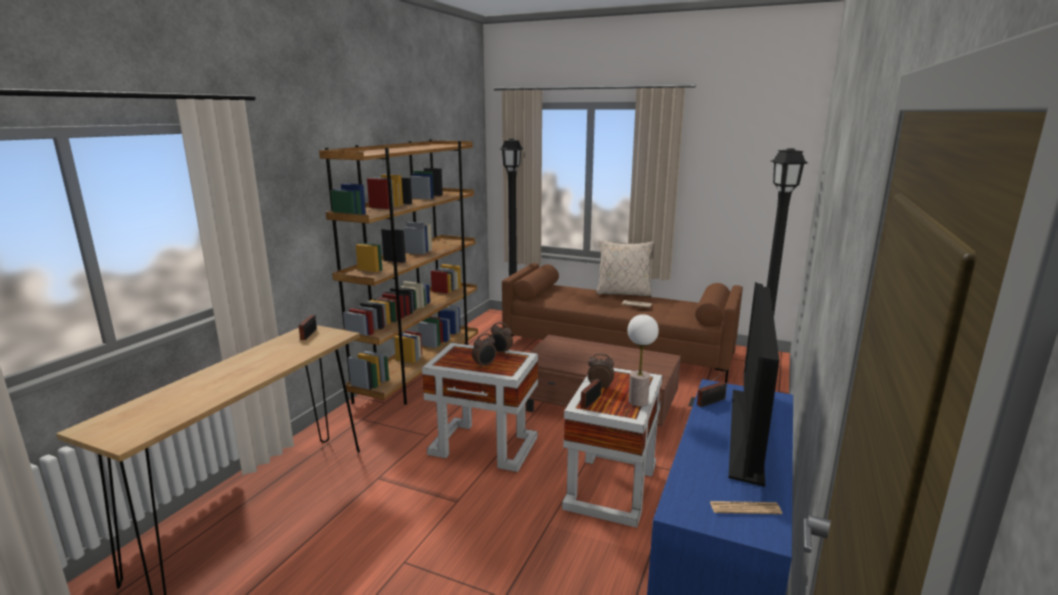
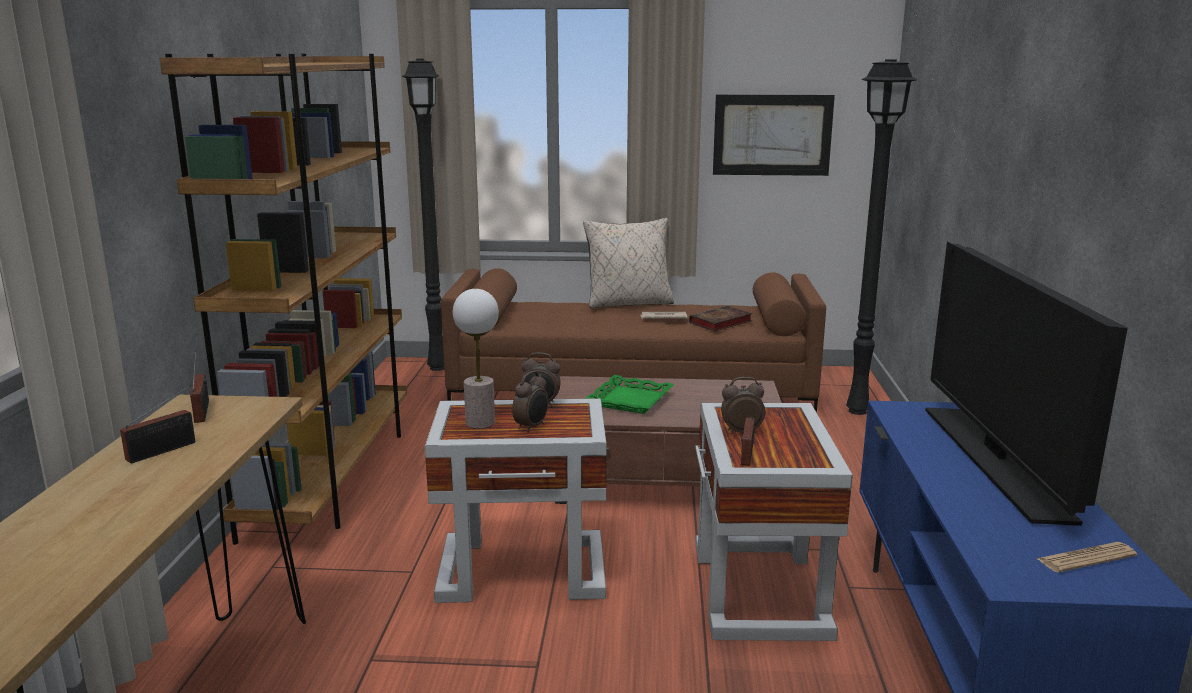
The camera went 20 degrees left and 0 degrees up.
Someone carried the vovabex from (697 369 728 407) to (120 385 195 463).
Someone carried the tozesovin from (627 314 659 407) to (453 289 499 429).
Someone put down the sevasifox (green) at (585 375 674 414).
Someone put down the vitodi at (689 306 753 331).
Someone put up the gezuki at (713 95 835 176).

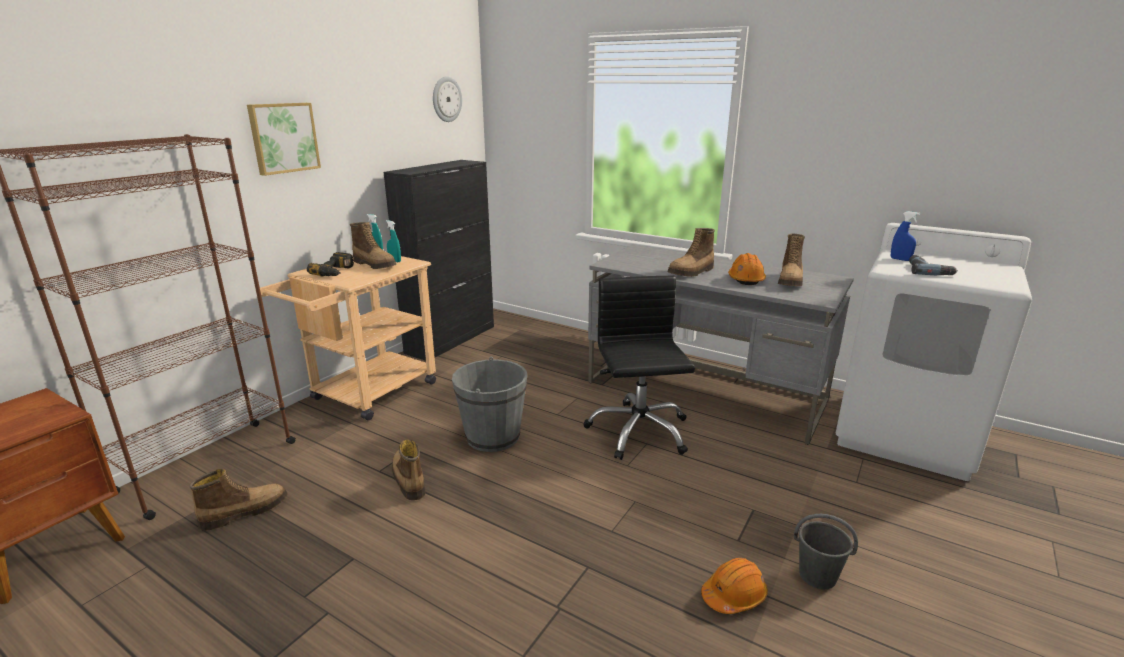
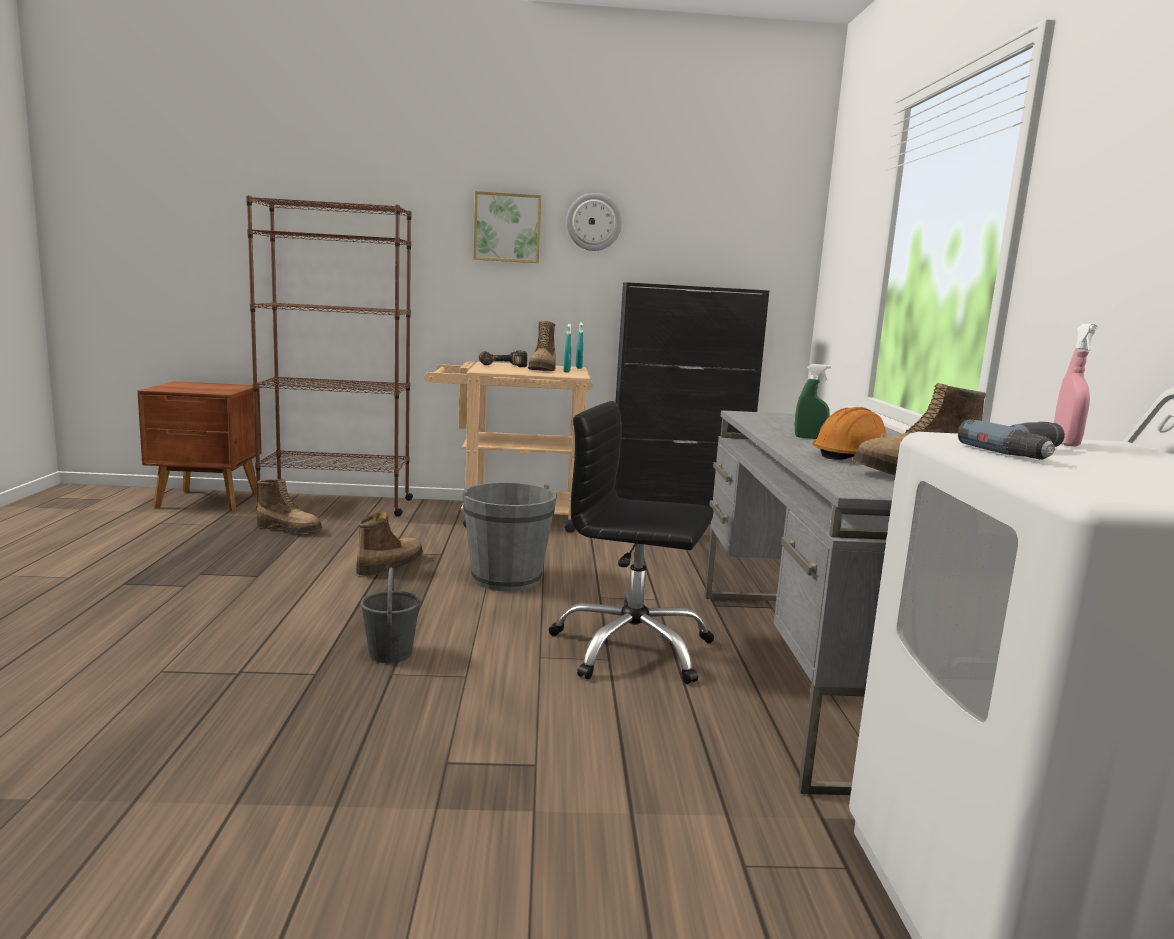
The camera went 55 degrees right and 10 degrees down.
Someone carried the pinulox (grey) from (794 514 858 589) to (361 568 421 663).
Someone rotated the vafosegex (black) at (584 276 695 460) by 120 degrees counterclockwise.
Someone carried the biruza from (433 76 462 122) to (566 193 622 251).
Someone swapped the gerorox at (667 228 715 277) for the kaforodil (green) at (795 364 831 439).
Someone repainted the kaforodil (blue) at (891 211 920 261), which became the kaforodil (pink) at (1054 324 1098 447).
Someone took away the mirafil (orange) at (701 558 768 614).

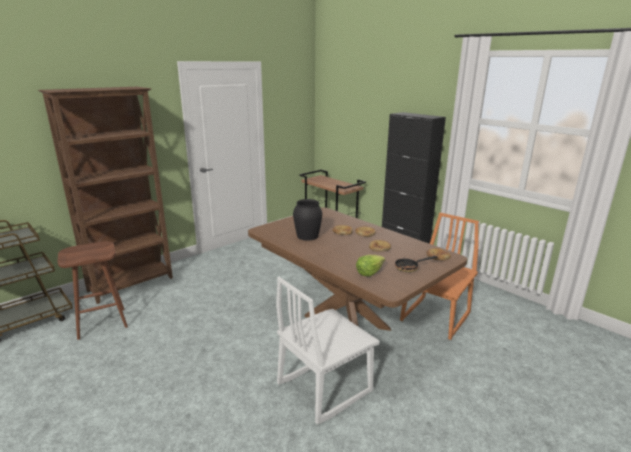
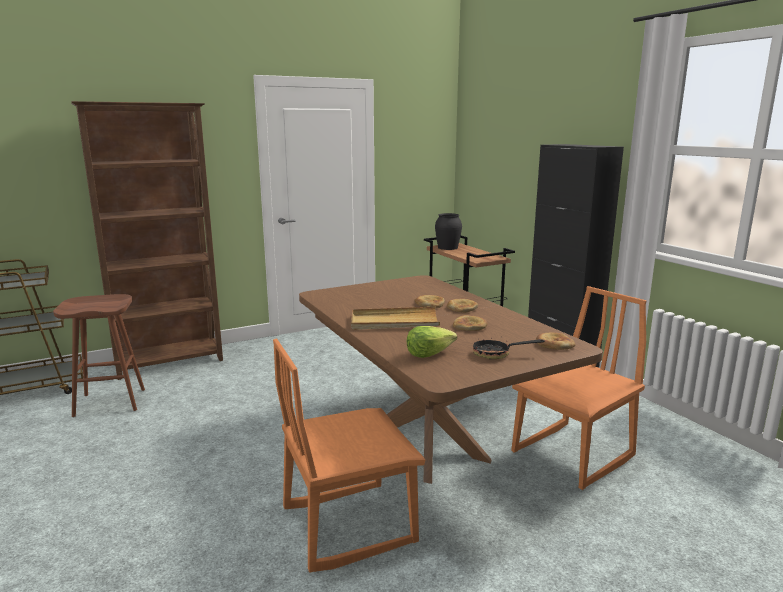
The camera went 15 degrees right and 5 degrees down.
Someone repainted the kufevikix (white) at (276 277 380 425), which became the kufevikix (orange) at (273 339 425 573).
Someone put down the sevasifox (beige) at (351 307 440 330).
Someone carried the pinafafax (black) from (293 199 322 241) to (435 213 462 250).

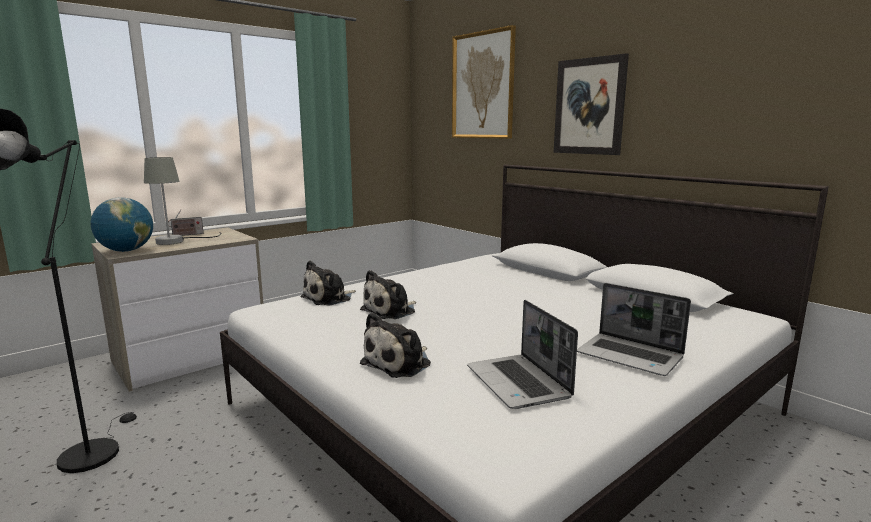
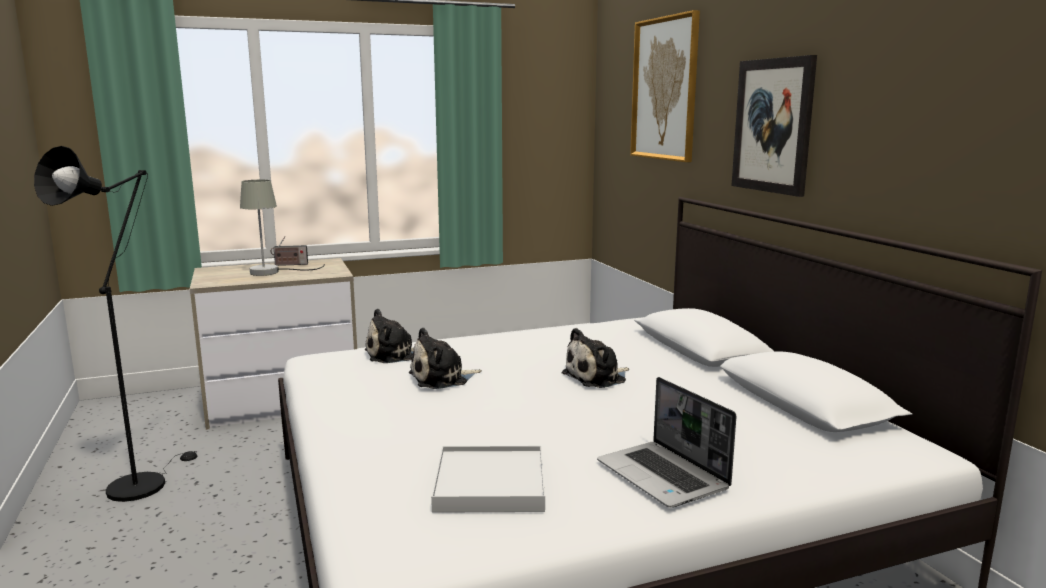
The camera went 20 degrees right and 0 degrees up.
Someone swapped the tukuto at (467 300 578 409) for the sevasifox (white) at (431 446 545 513).
Someone carried the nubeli from (360 312 431 378) to (562 328 629 388).
Someone took away the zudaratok at (91 197 153 252).

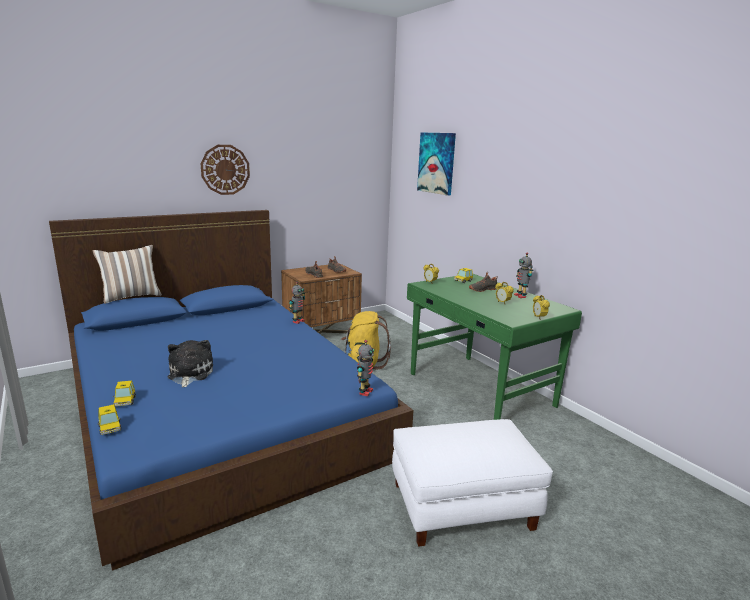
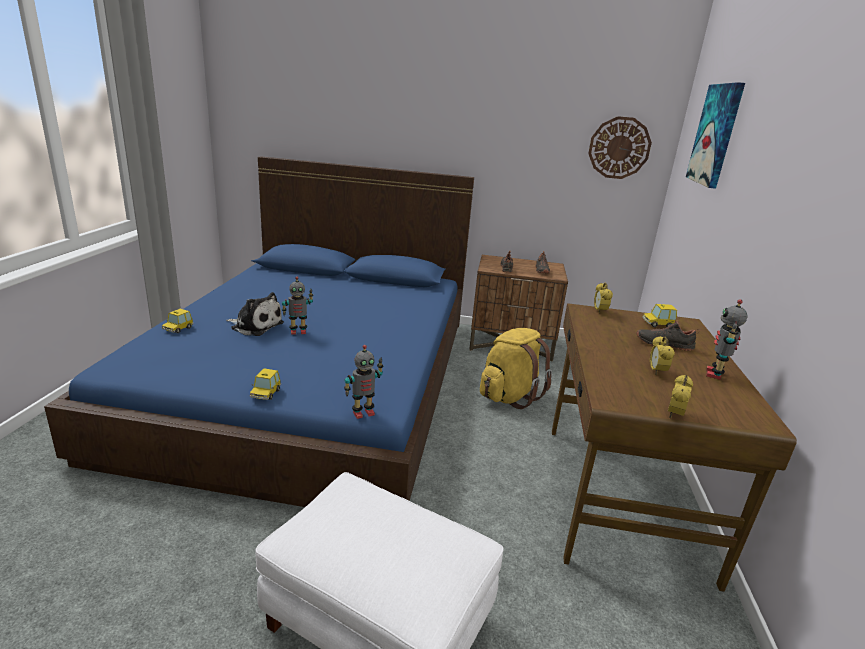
The camera went 40 degrees right and 5 degrees up.
Someone rotated the nubeli at (168 340 213 387) by 75 degrees clockwise.
Someone carried the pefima from (97 404 121 435) to (250 368 281 400).
Someone carried the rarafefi from (289 282 305 324) to (282 276 313 335).
Someone repainted the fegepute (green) at (407 274 582 420), which became the fegepute (brown) at (552 303 797 592).
Someone carried the biruza from (200 145 250 195) to (588 116 652 179).
Someone took away the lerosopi at (93 245 162 304).

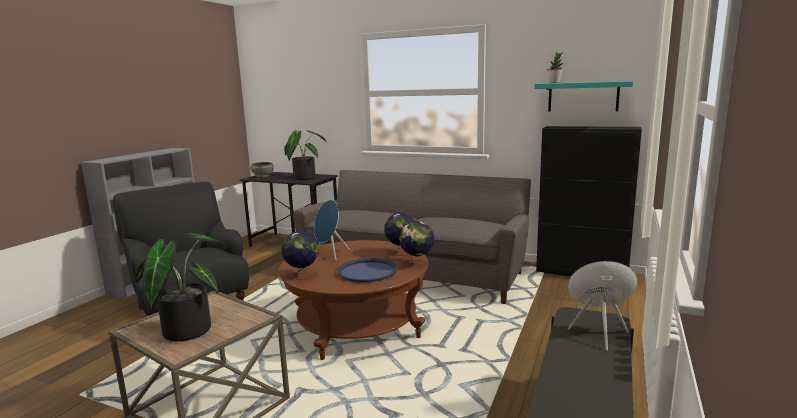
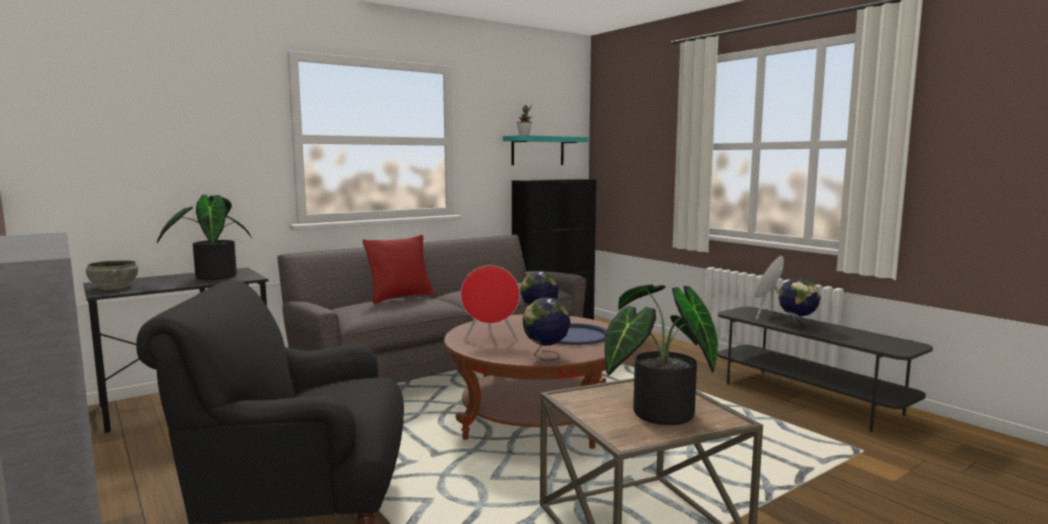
The camera went 60 degrees left and 5 degrees down.
Someone put down the lerosopi (red) at (363 235 434 304).
Someone repainted the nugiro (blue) at (314 200 350 260), which became the nugiro (red) at (461 266 520 341).
Someone carried the zudaratok from (399 221 435 266) to (778 278 820 329).

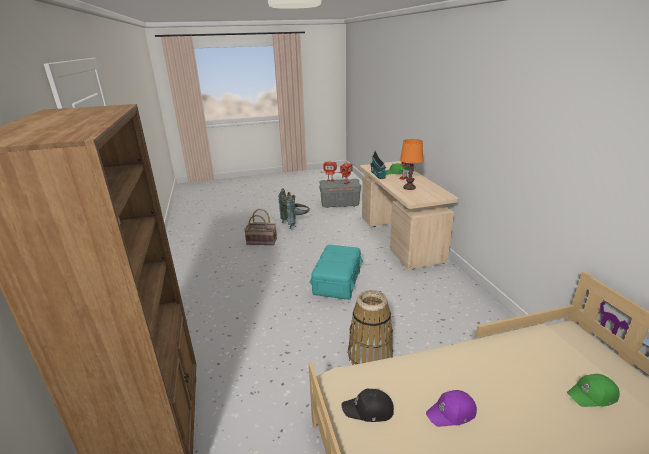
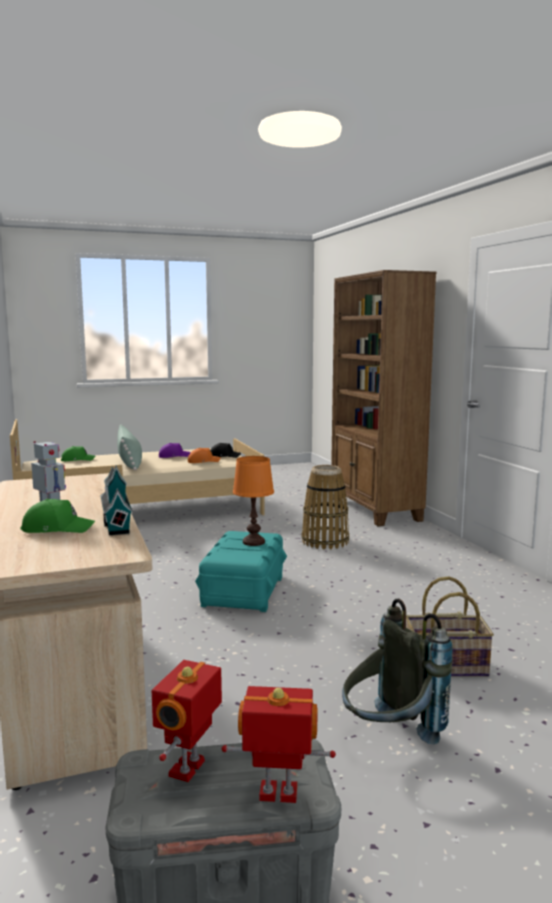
The camera went 175 degrees right and 15 degrees down.
Someone put down the lerosopi (green) at (117 424 142 470).
Someone put down the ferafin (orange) at (188 448 221 463).
Someone carried the tozesovin (orange) from (400 139 424 190) to (233 456 274 546).
Someone carried the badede from (348 290 393 365) to (301 465 349 550).

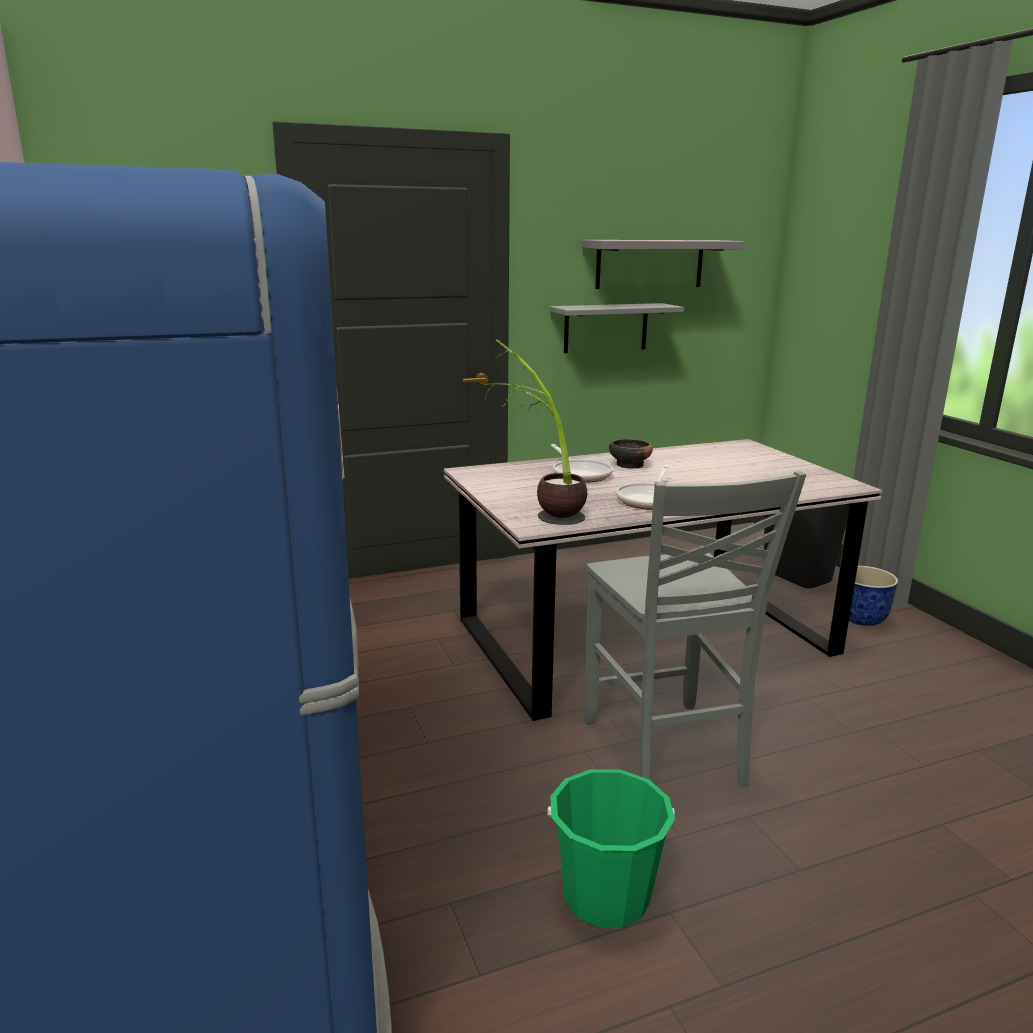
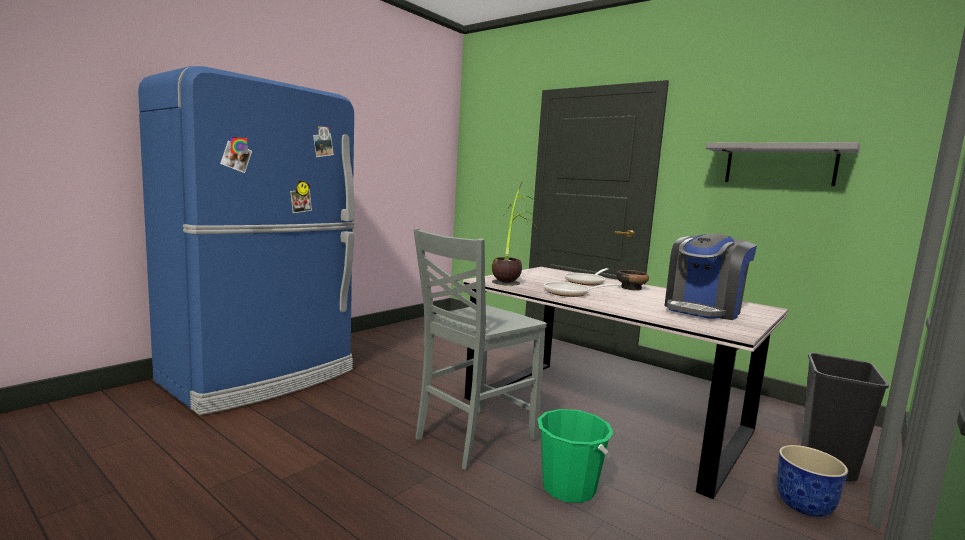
The camera went 60 degrees right and 10 degrees down.
Someone carried the pinulox (green) from (547 769 675 928) to (538 409 614 503).
Someone put down the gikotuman at (665 233 757 320).
Someone took away the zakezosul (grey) at (549 303 684 353).

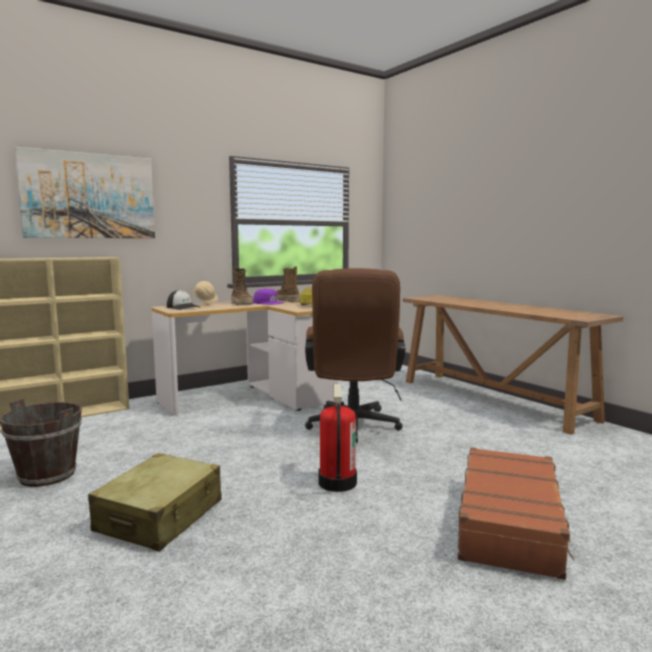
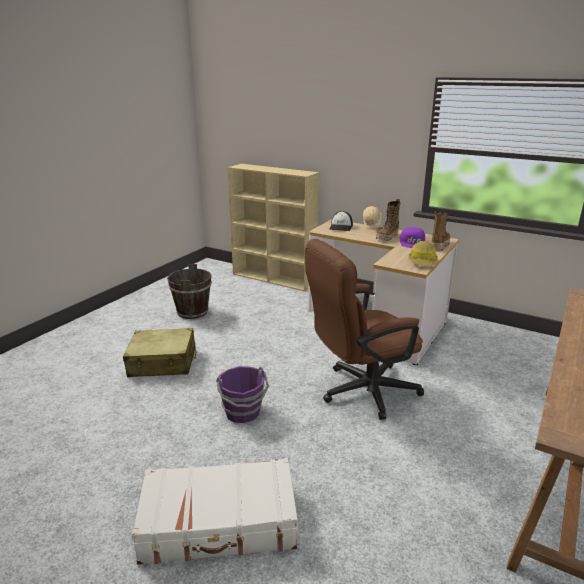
The camera went 65 degrees right and 15 degrees up.
Someone repainted the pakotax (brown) at (458 447 574 580), which became the pakotax (white) at (132 458 298 565).
Someone swapped the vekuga at (318 384 357 492) for the pinulox (purple) at (217 366 269 423).
Someone took away the gezuki at (15 147 155 238).

